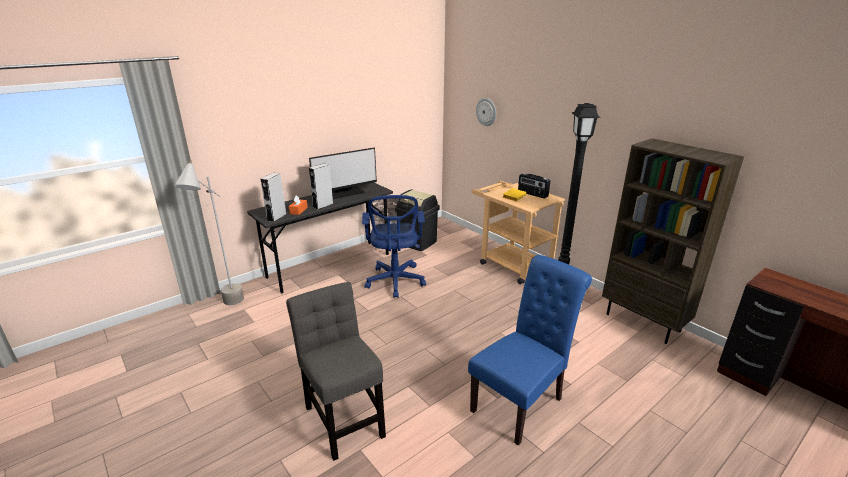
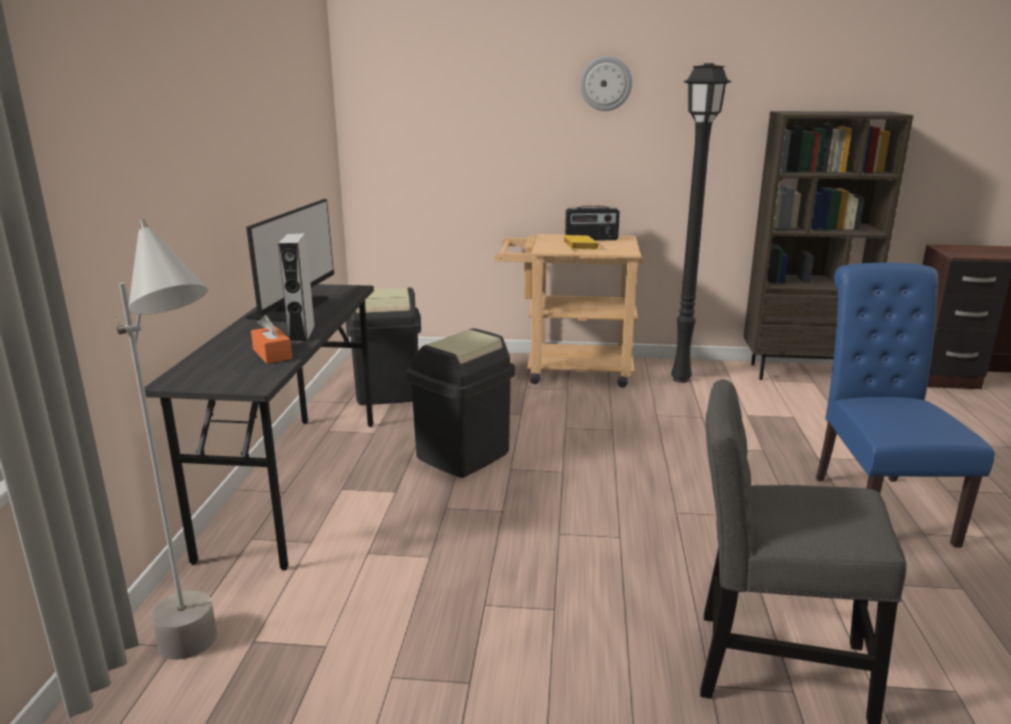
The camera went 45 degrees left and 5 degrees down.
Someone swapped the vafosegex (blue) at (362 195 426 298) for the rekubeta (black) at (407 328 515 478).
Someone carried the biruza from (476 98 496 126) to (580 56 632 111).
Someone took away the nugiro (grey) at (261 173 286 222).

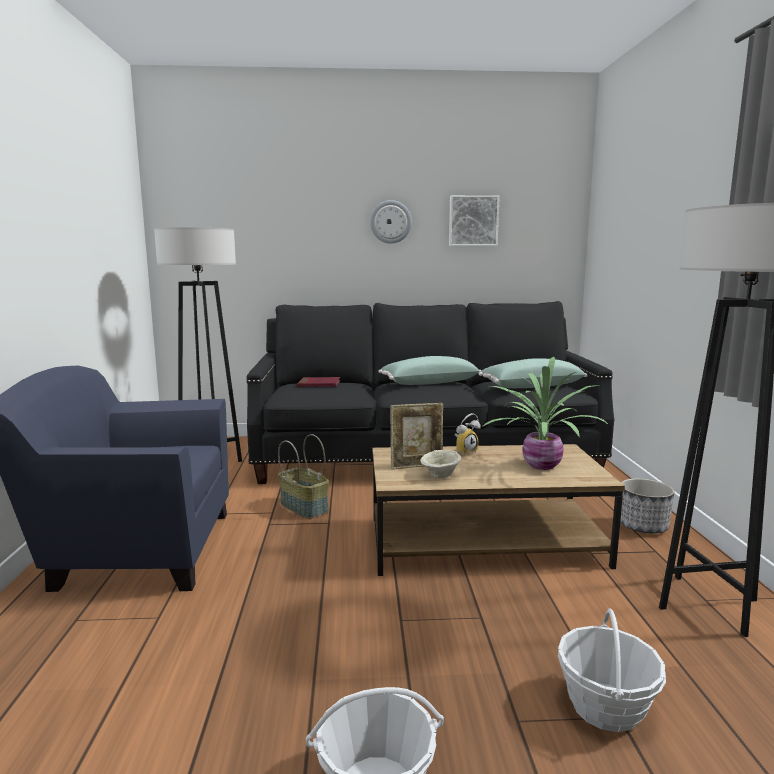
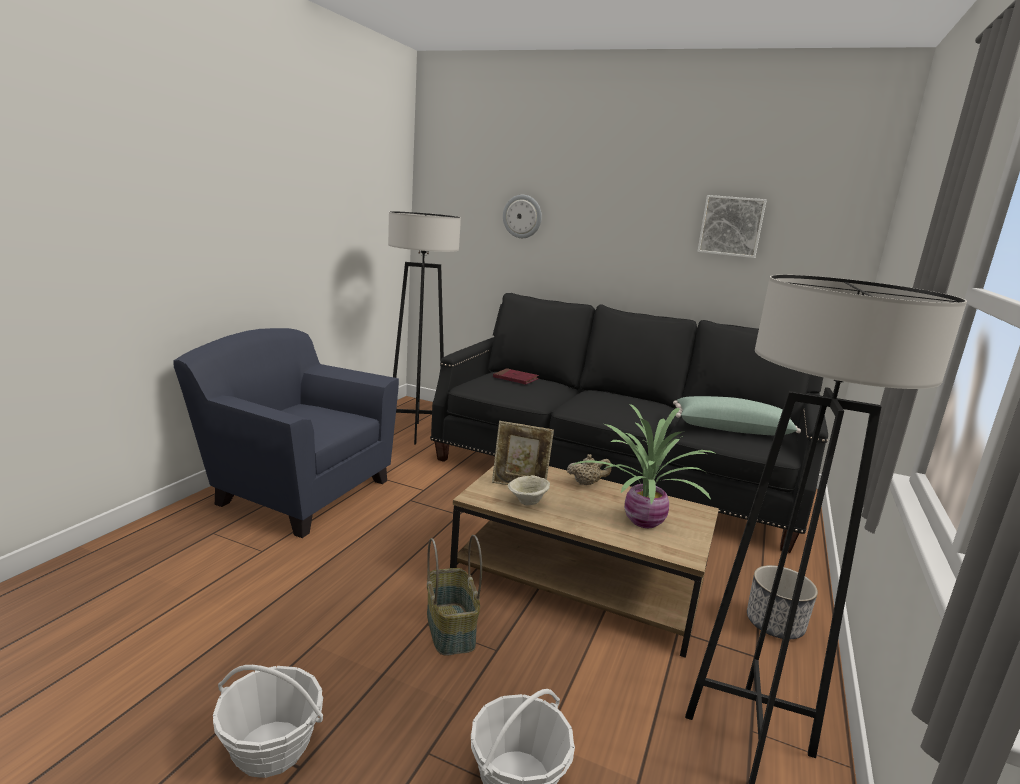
The camera went 25 degrees right and 5 degrees up.
Someone carried the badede from (278 434 329 519) to (427 535 482 655).
Someone carried the biruza from (370 200 412 244) to (503 195 542 238).
Someone swapped the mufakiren at (454 413 480 455) for the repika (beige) at (567 454 611 485).
Someone took away the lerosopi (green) at (379 356 482 385).

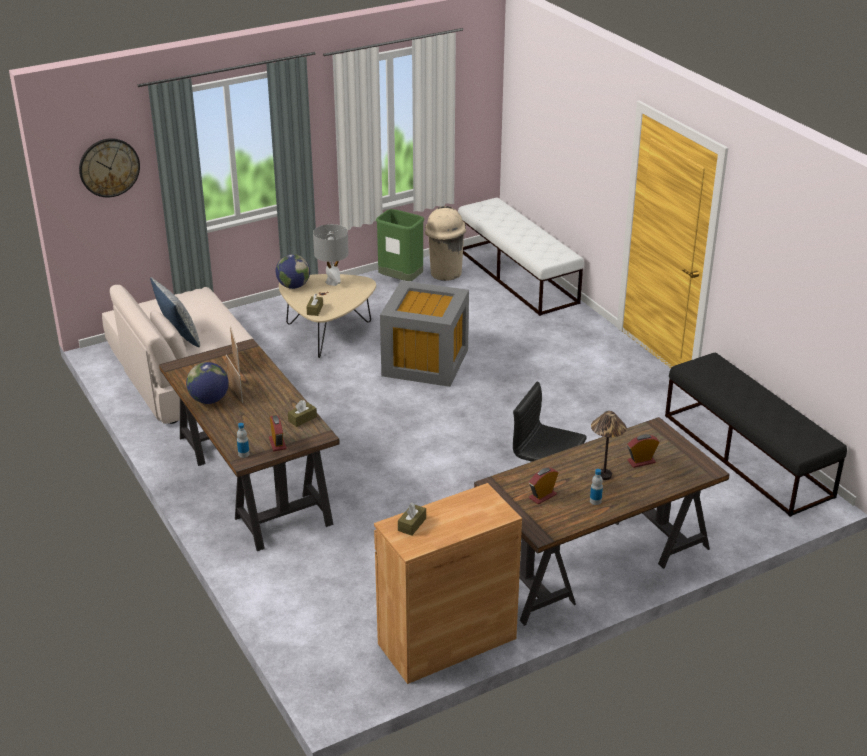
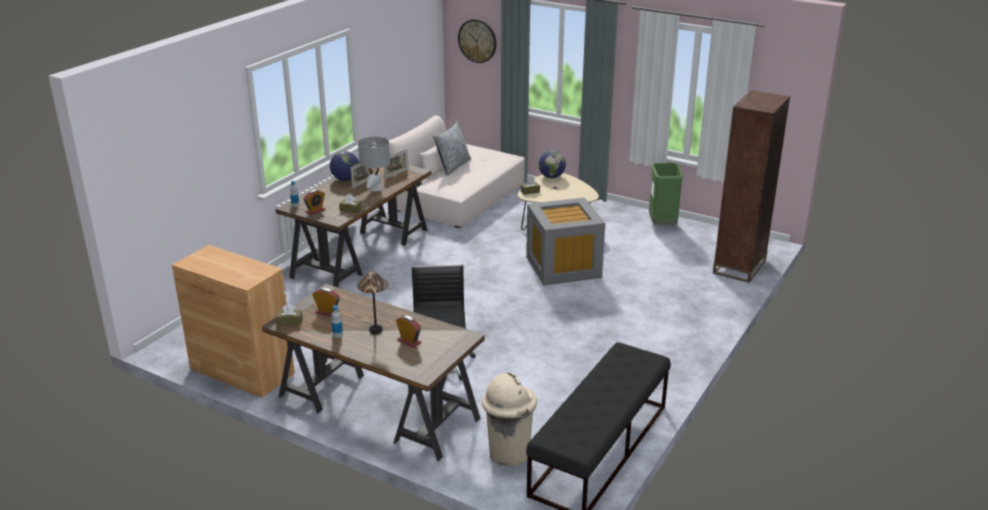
The camera went 60 degrees right and 5 degrees down.
Someone carried the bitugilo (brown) from (398 503 426 536) to (276 304 303 326).
Someone carried the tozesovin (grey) from (313 224 349 286) to (358 136 390 191).
Someone carried the rekubeta (beige) from (425 206 466 281) to (482 372 537 467).
Someone swapped the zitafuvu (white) at (458 197 584 316) for the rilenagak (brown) at (713 90 790 283).

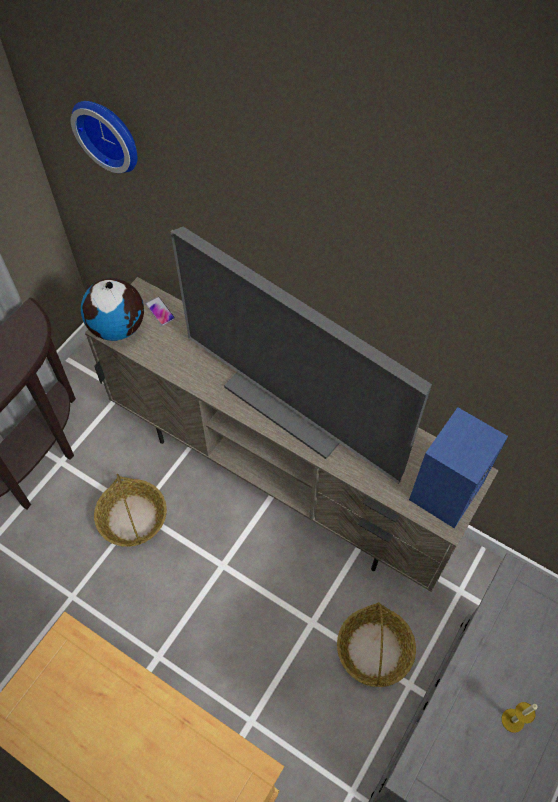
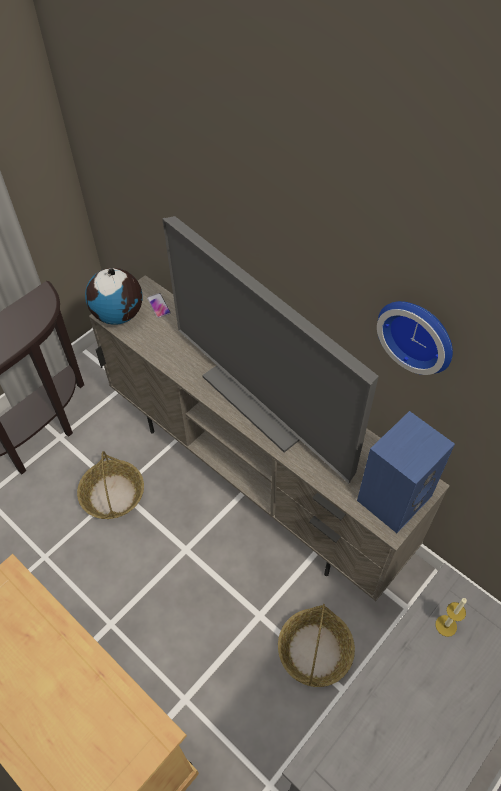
The camera went 10 degrees right and 5 degrees down.
Someone carried the biruza from (71 101 137 173) to (377 301 453 375).
Someone carried the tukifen from (502 702 538 733) to (435 598 467 637).

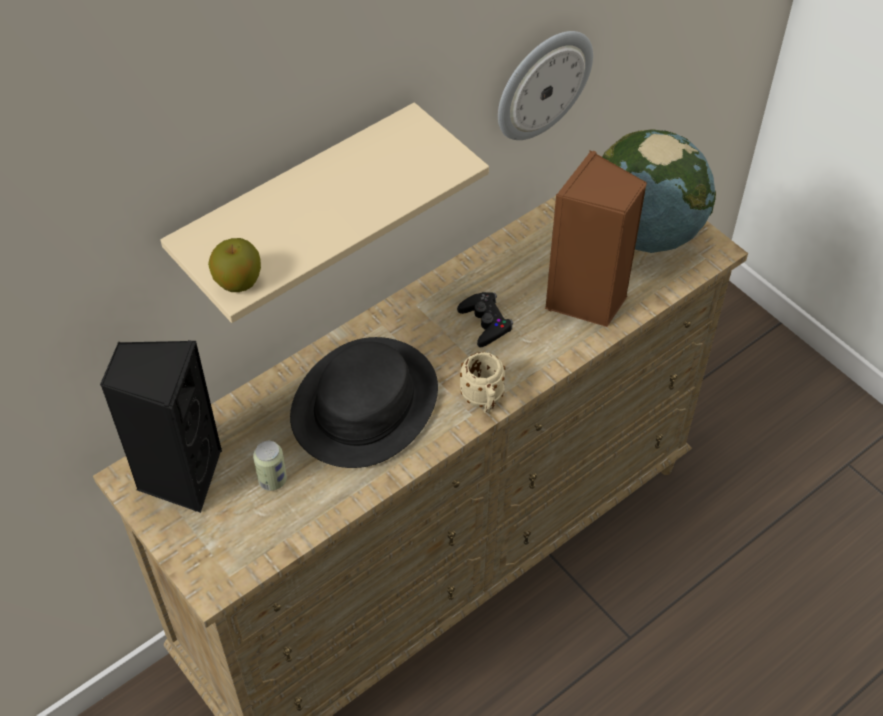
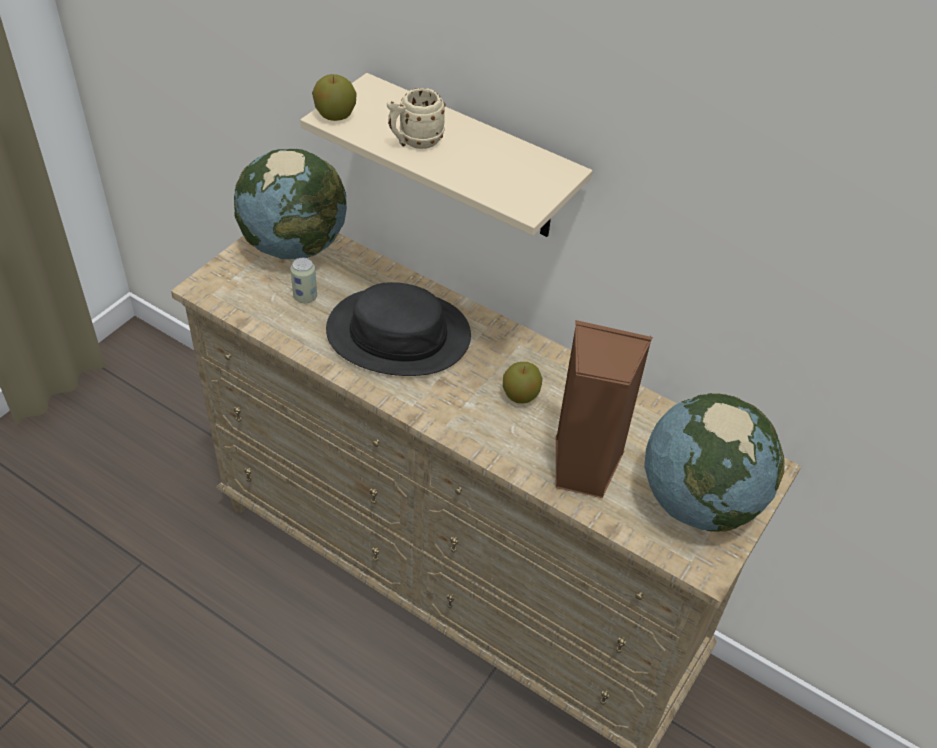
The camera went 70 degrees right and 5 degrees down.
Someone swapped the nugiro (black) at (100 340 222 513) for the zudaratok at (234 149 347 260).
Someone carried the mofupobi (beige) from (460 352 505 413) to (387 88 446 149).
Someone swapped the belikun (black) at (457 292 513 347) for the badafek at (503 362 543 404).
Someone took away the biruza at (498 31 593 140).

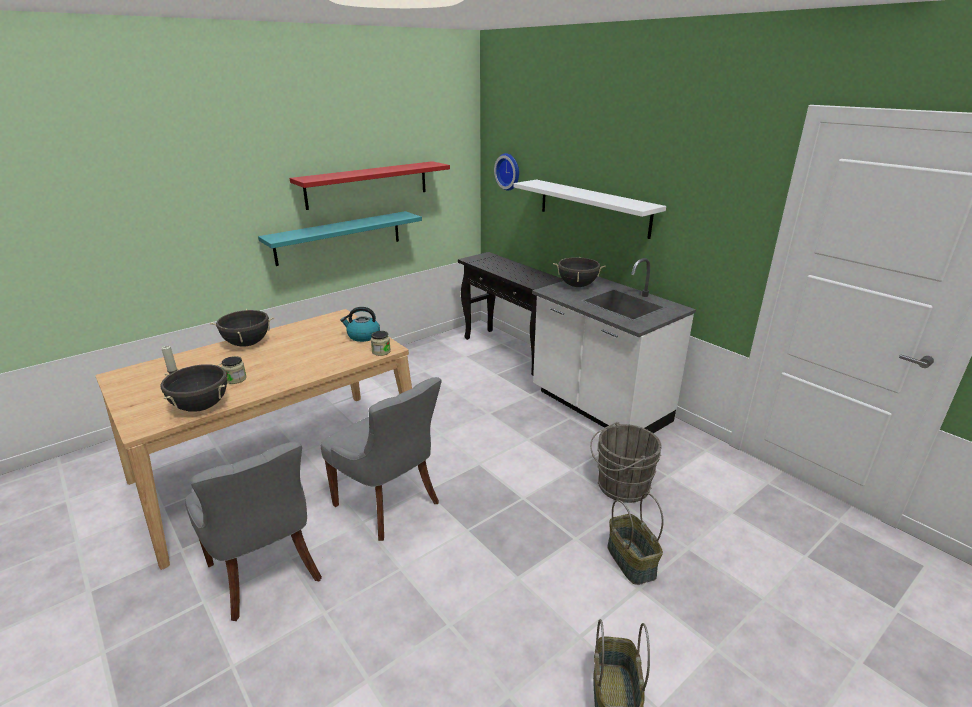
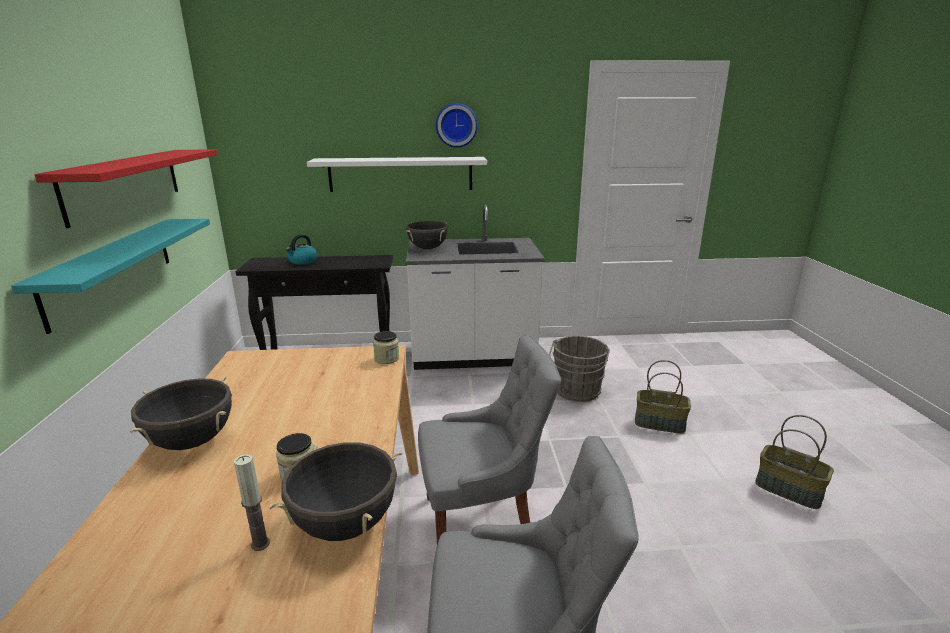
The camera went 55 degrees left and 5 degrees down.
Someone carried the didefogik from (340 307 380 342) to (286 234 317 264).
Someone carried the biruza from (494 153 519 191) to (436 103 478 148).

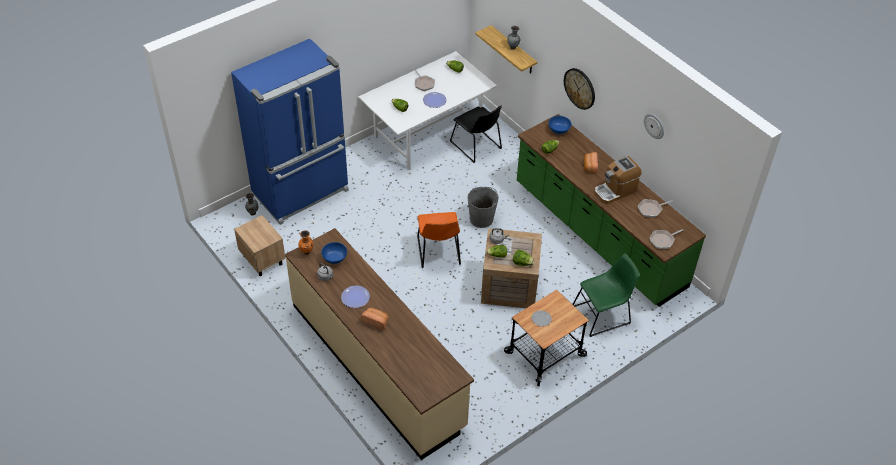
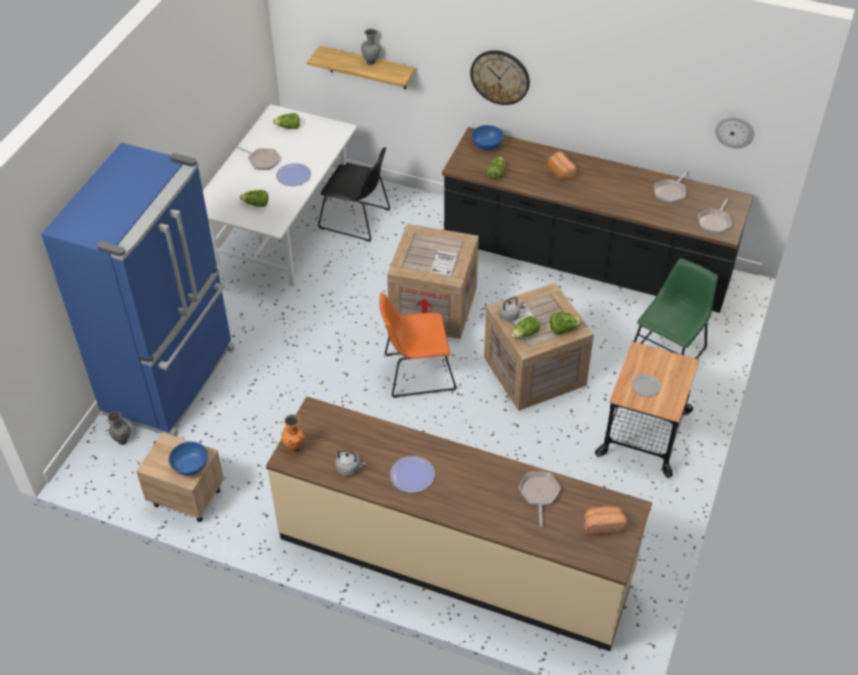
The camera went 30 degrees left and 0 degrees up.
Someone carried the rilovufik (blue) from (321 242 347 264) to (169 442 208 476).
Someone rotated the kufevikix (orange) at (417 212 461 268) by 120 degrees clockwise.
Someone swapped the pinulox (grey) at (467 187 498 228) for the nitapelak at (387 224 479 339).
Someone repainted the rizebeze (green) at (517 114 706 307), which became the rizebeze (black) at (442 127 754 313).
Someone put down the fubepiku at (518 472 561 527).
Someone carried the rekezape from (361 308 388 329) to (584 506 627 535).
Someone carried the biruza from (644 114 664 139) to (715 117 754 148).
Someone took away the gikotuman at (595 156 642 204).

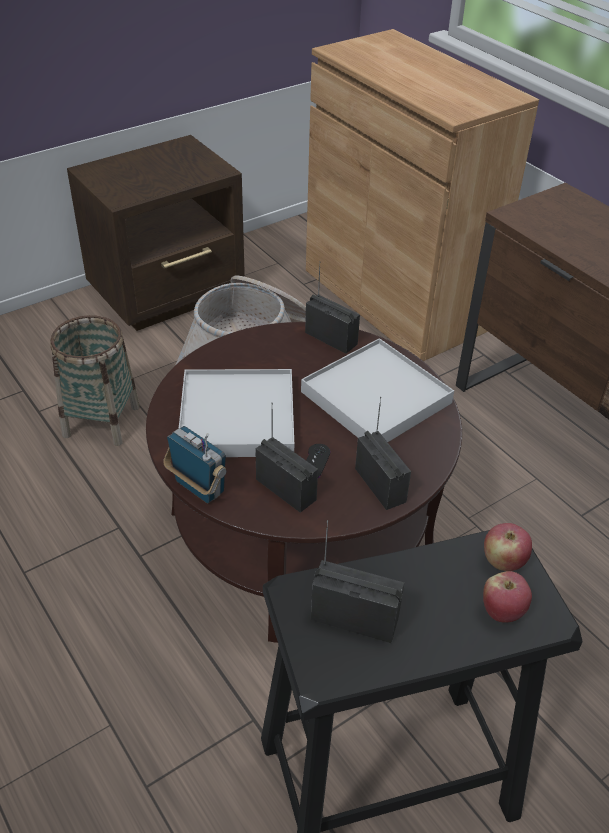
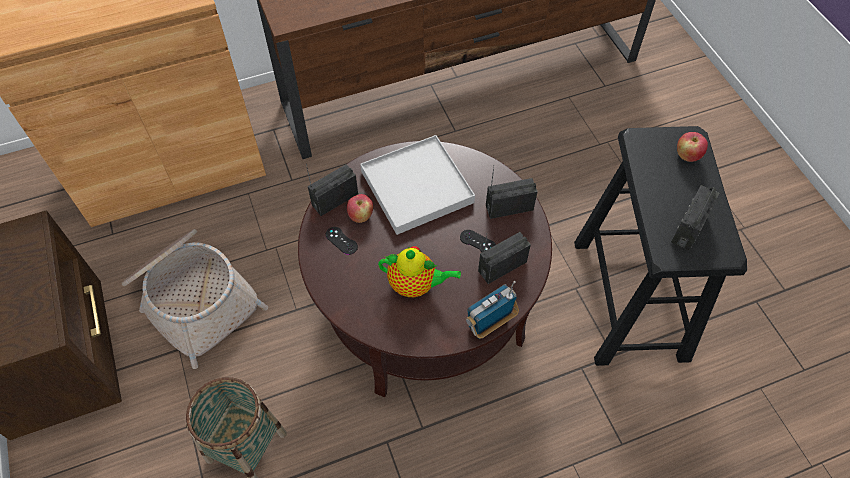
The camera went 75 degrees left and 15 degrees up.
Someone put down the belikun (black) at (326 227 358 255).
Someone carried the badafek from (484 523 532 571) to (347 194 373 223).
Someone swapped the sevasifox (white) at (179 369 294 457) for the repika at (378 246 461 297).

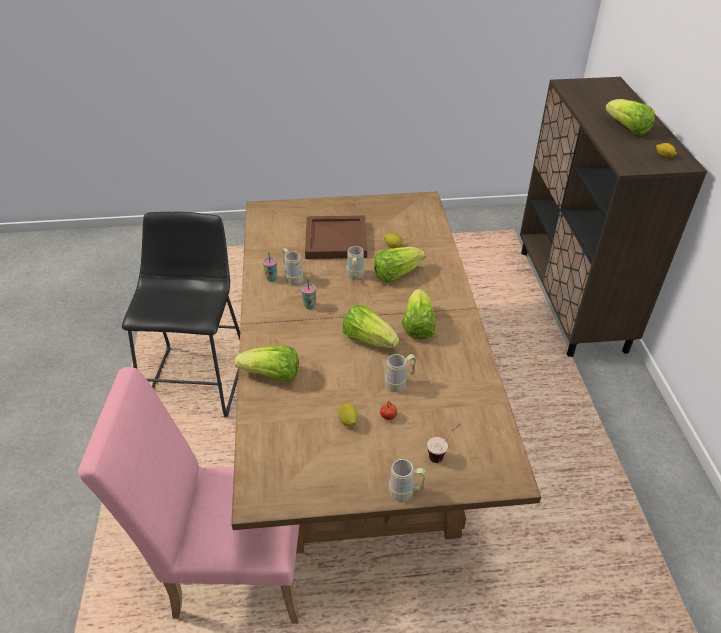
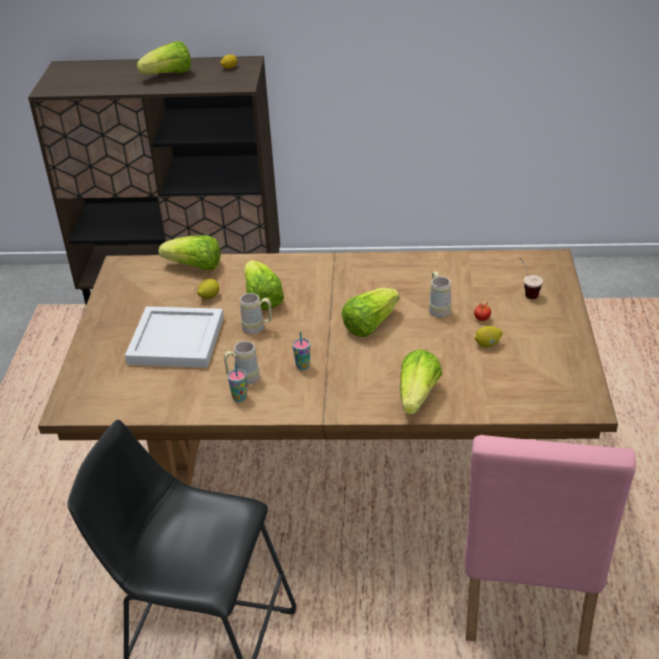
The camera went 80 degrees left and 5 degrees down.
Someone repainted the sevasifox (brown) at (305 216 367 259), which became the sevasifox (white) at (125 306 224 368).
Someone carried the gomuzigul from (402 289 436 339) to (159 235 221 270).
Someone took away the mofupobi (beige) at (389 459 427 501).

